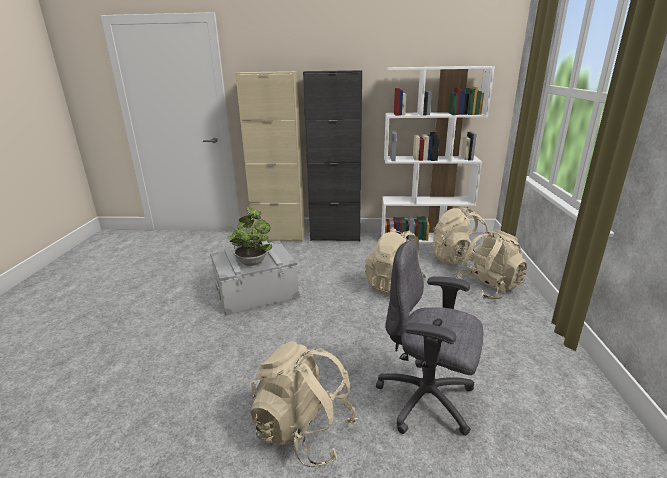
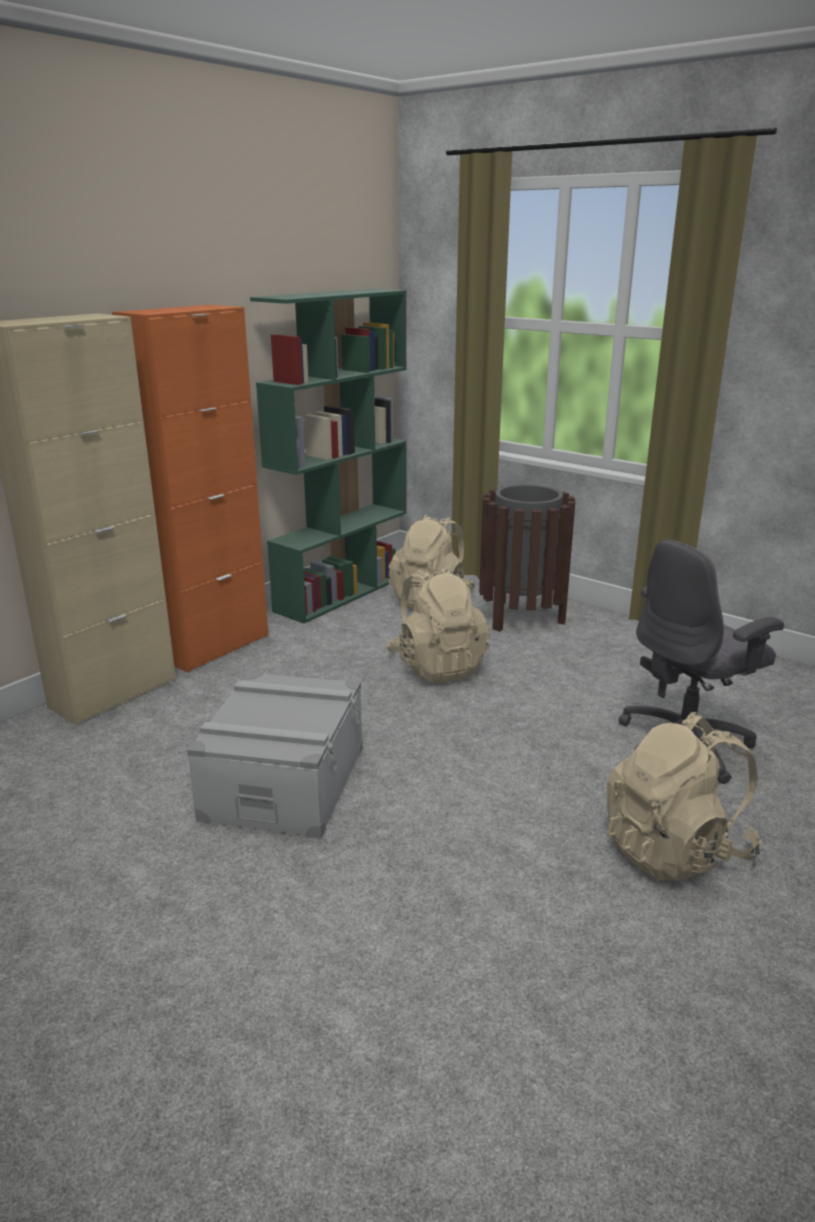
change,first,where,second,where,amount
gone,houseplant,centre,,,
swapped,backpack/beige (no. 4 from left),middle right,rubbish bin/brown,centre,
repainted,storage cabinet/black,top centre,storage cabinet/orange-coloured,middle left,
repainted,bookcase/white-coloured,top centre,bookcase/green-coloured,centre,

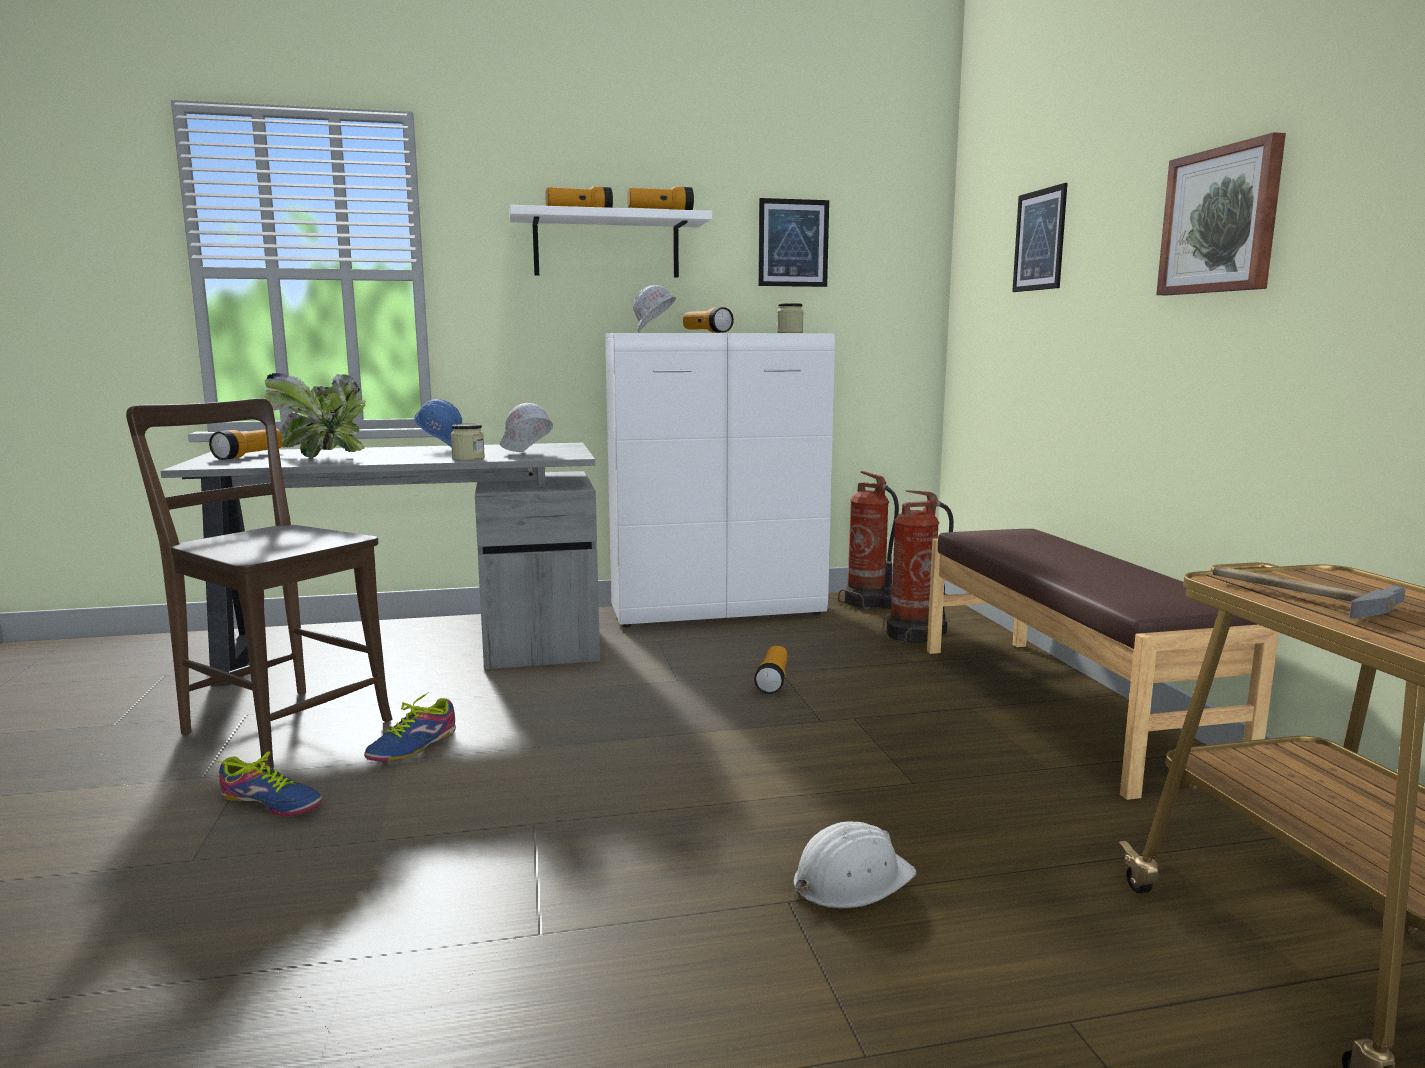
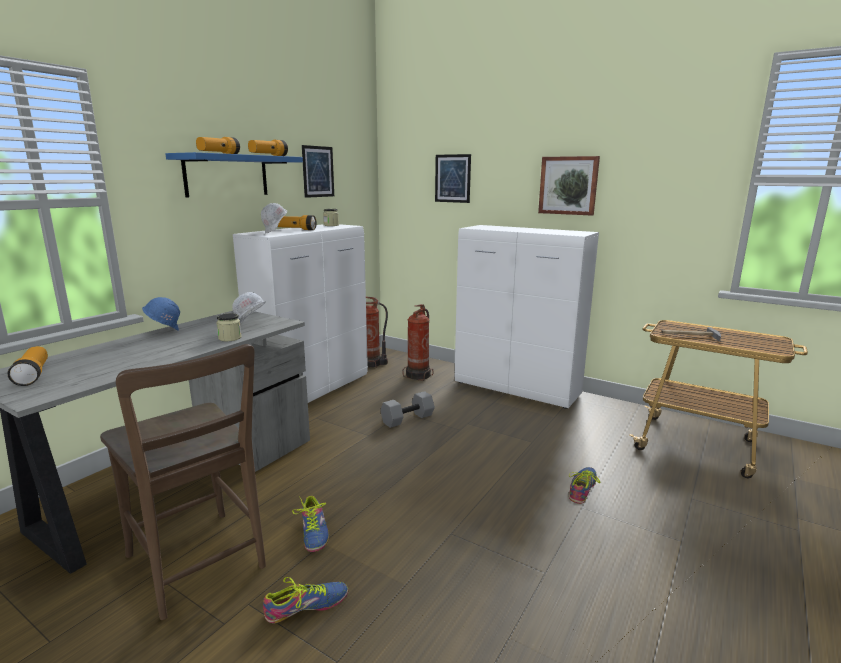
change,first,where,second,where,amount
gone,houseplant,middle left,,,
swapped,hand torch (no. 5 from left),centre,free weight/grey,centre,
swapped,work helmet/white-coloured (no. 3 from left),bottom centre,item of footwear (no. 3 from left),bottom right,
swapped,indoor bench/brown,middle right,storage cabinet/white-coloured (no. 2 from left),centre,
repainted,wall shelf/white-coloured,top centre,wall shelf/bluish,top left,
rotated,chair/brown,middle left,,bottom left,120 degrees counterclockwise

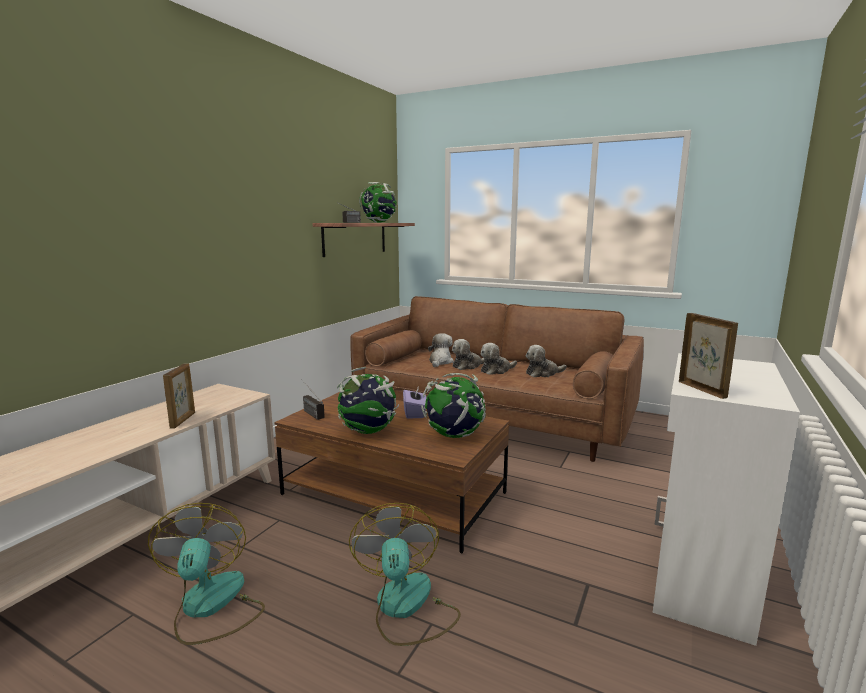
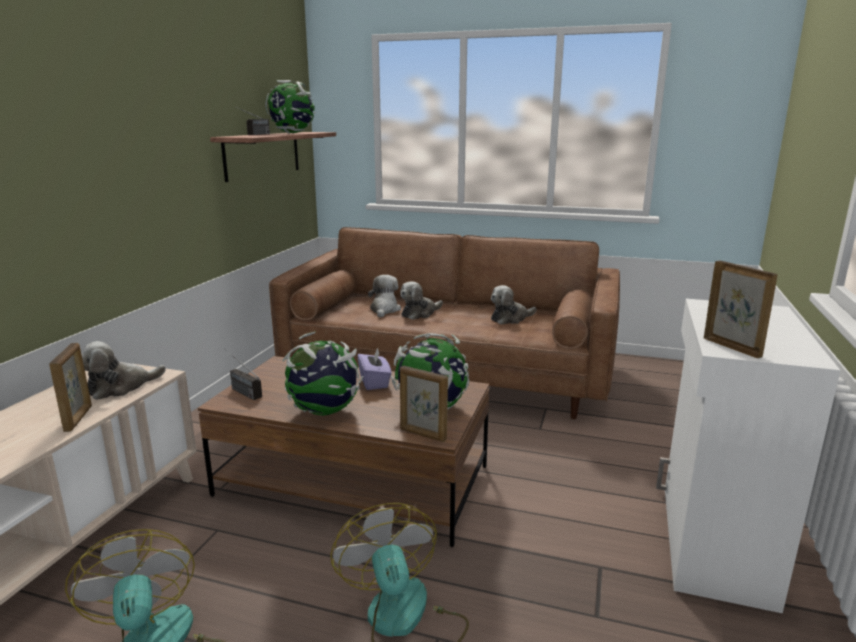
change,first,where,second,where,amount
new,,,picture frame (no. 2 from left),centre,
shifted,plush toy (no. 3 from left in the first image),centre,plush toy (no. 1 from left),middle left,

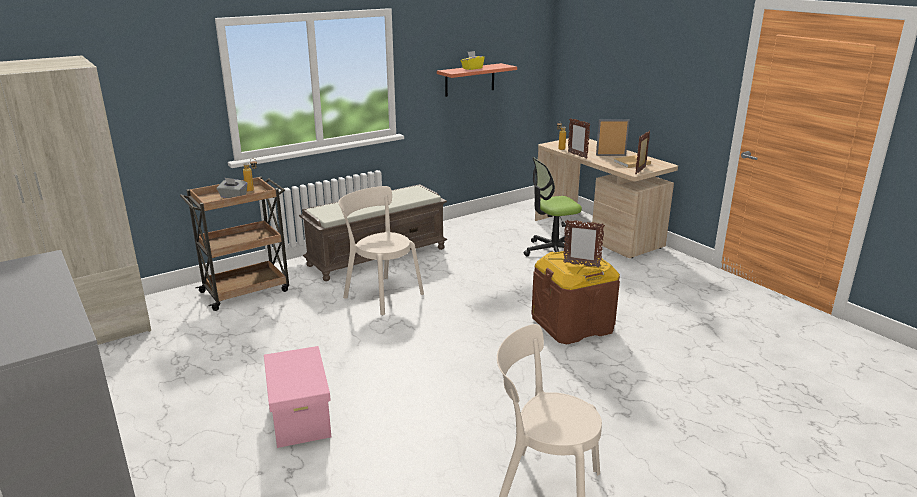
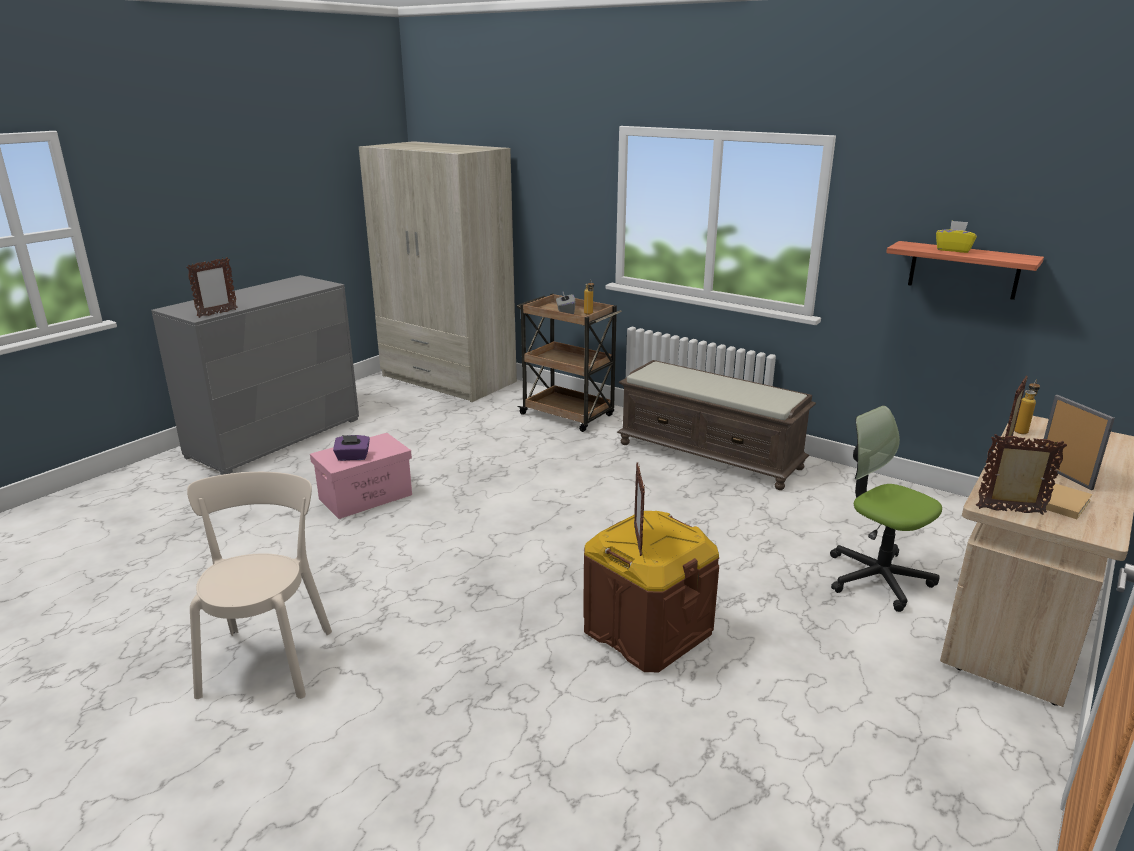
change,first,where,second,where,amount
gone,chair/beige (no. 1 from left),centre,,,
new,,,picture frame (no. 1 from left),middle left,
new,,,box of tissues/purple-coloured,middle left,

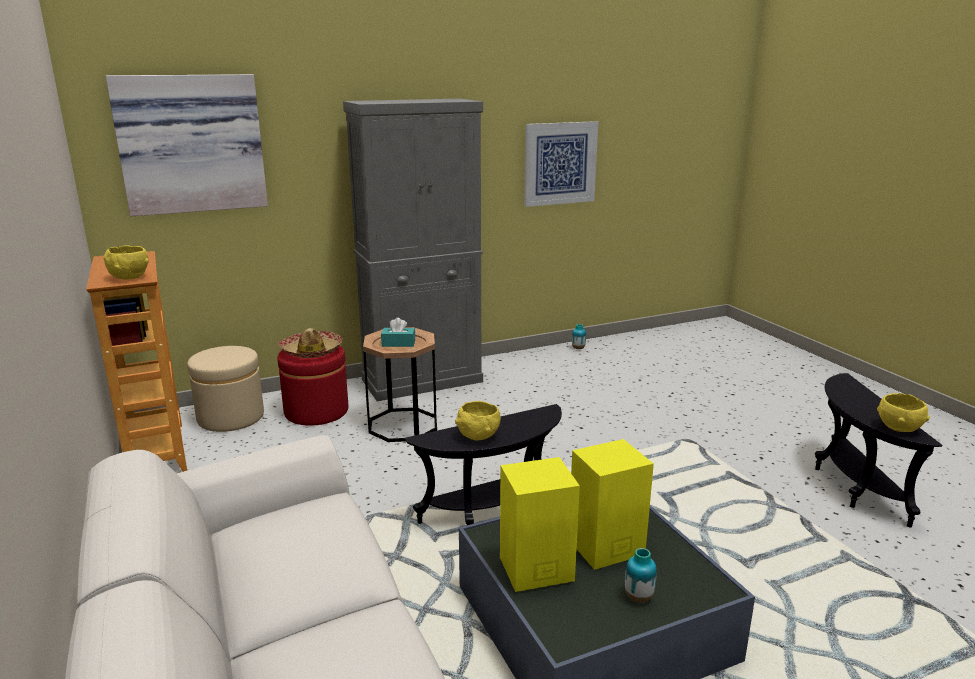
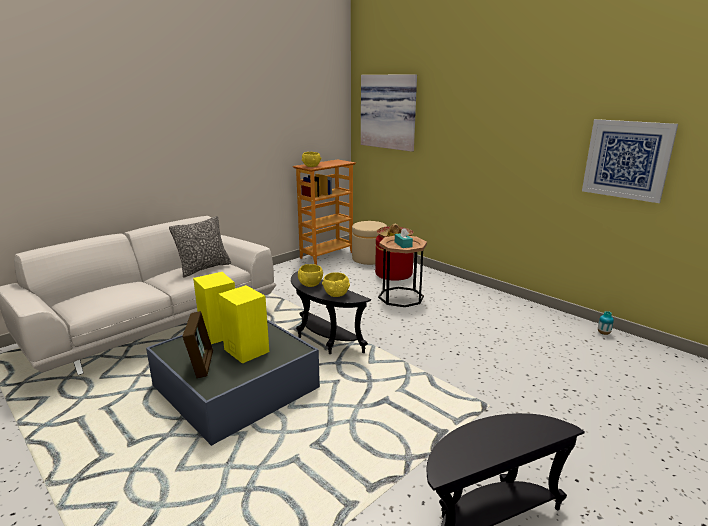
change,first,where,second,where,amount
gone,storage cabinet/grey,centre,,,
new,,,pillow,middle left,
shifted,bowl/yellow-coloured (no. 3 from left),middle right,,centre,
swapped,decorative vase (no. 2 from left),bottom centre,picture frame,middle left,

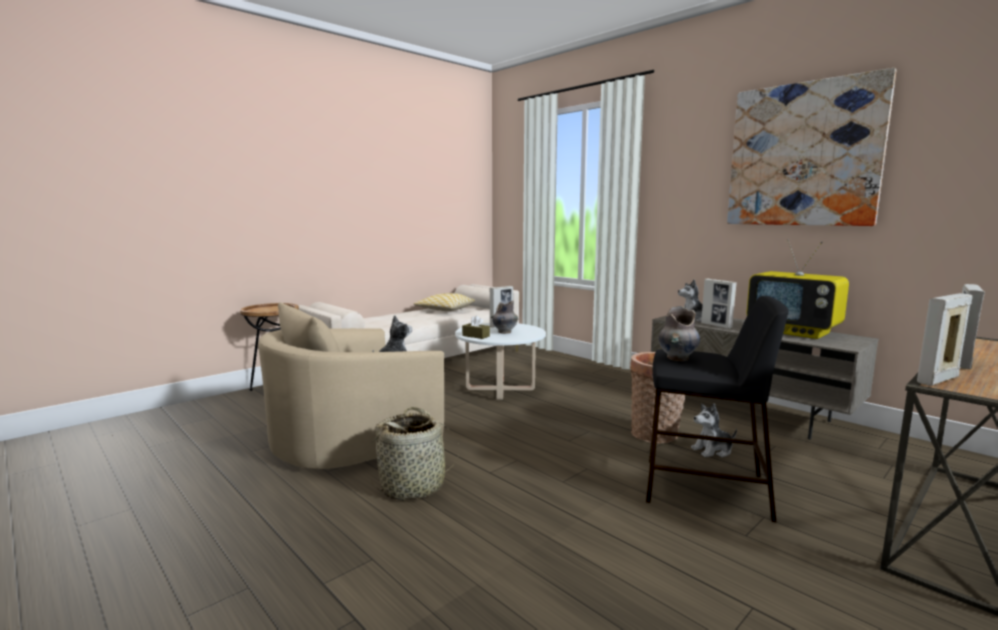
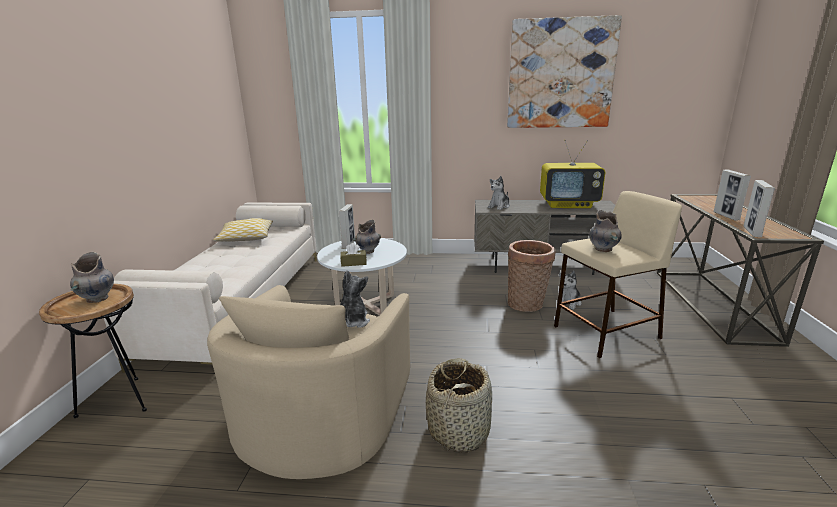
change,first,where,second,where,amount
gone,picture frame (no. 2 from left),middle right,,,
new,,,decorative vase/grey (no. 1 from left),middle left,
repainted,stool/black,middle right,stool/beige,middle right,

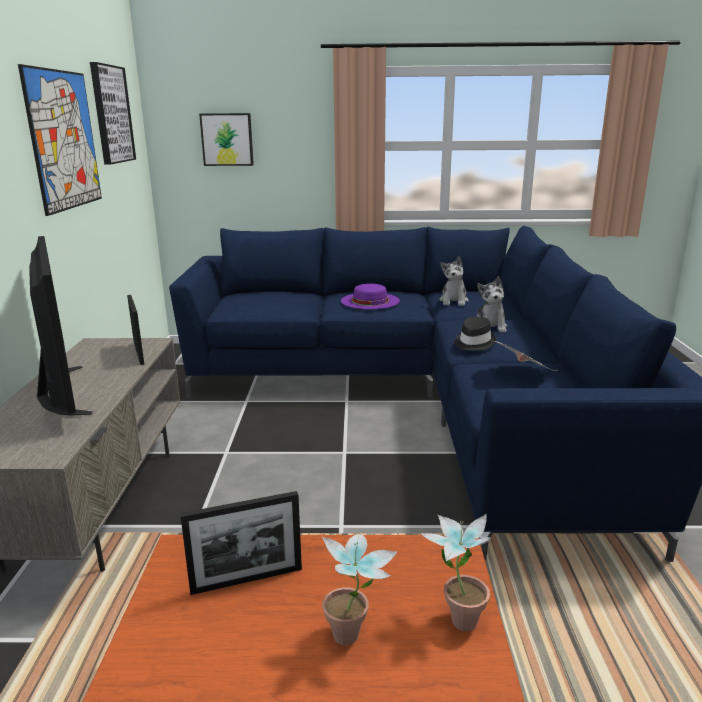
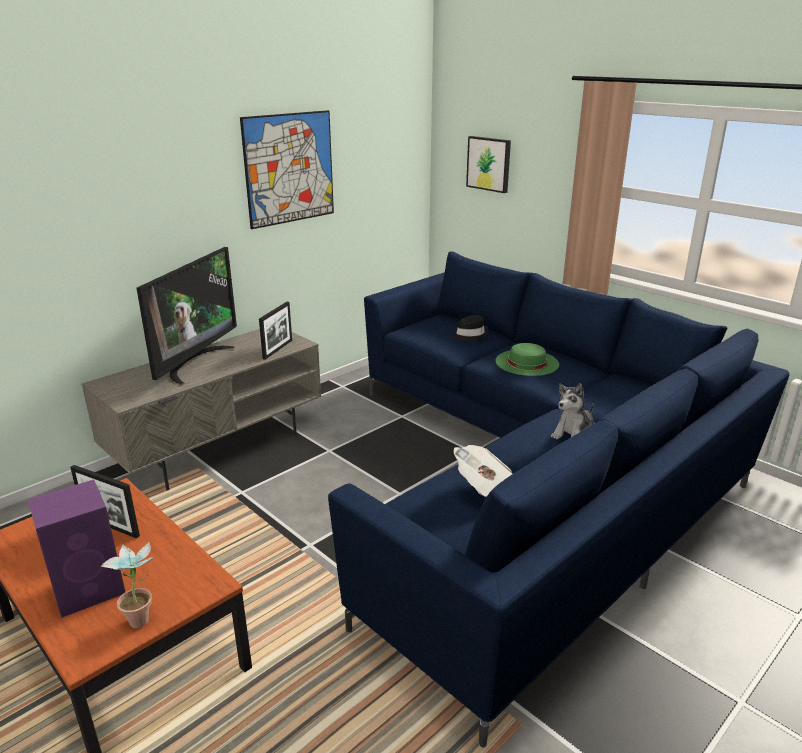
change,first,where,second,where,amount
gone,wall picture (no. 2 from left),top left,,,
gone,plush toy (no. 1 from left),centre,,,
shifted,wearable hat/black,middle right,,centre,
swapped,houseplant (no. 1 from left),bottom centre,audio speaker/purple-coloured,bottom left,
repainted,wearable hat/purple-coloured,centre,wearable hat/green-coloured,centre,

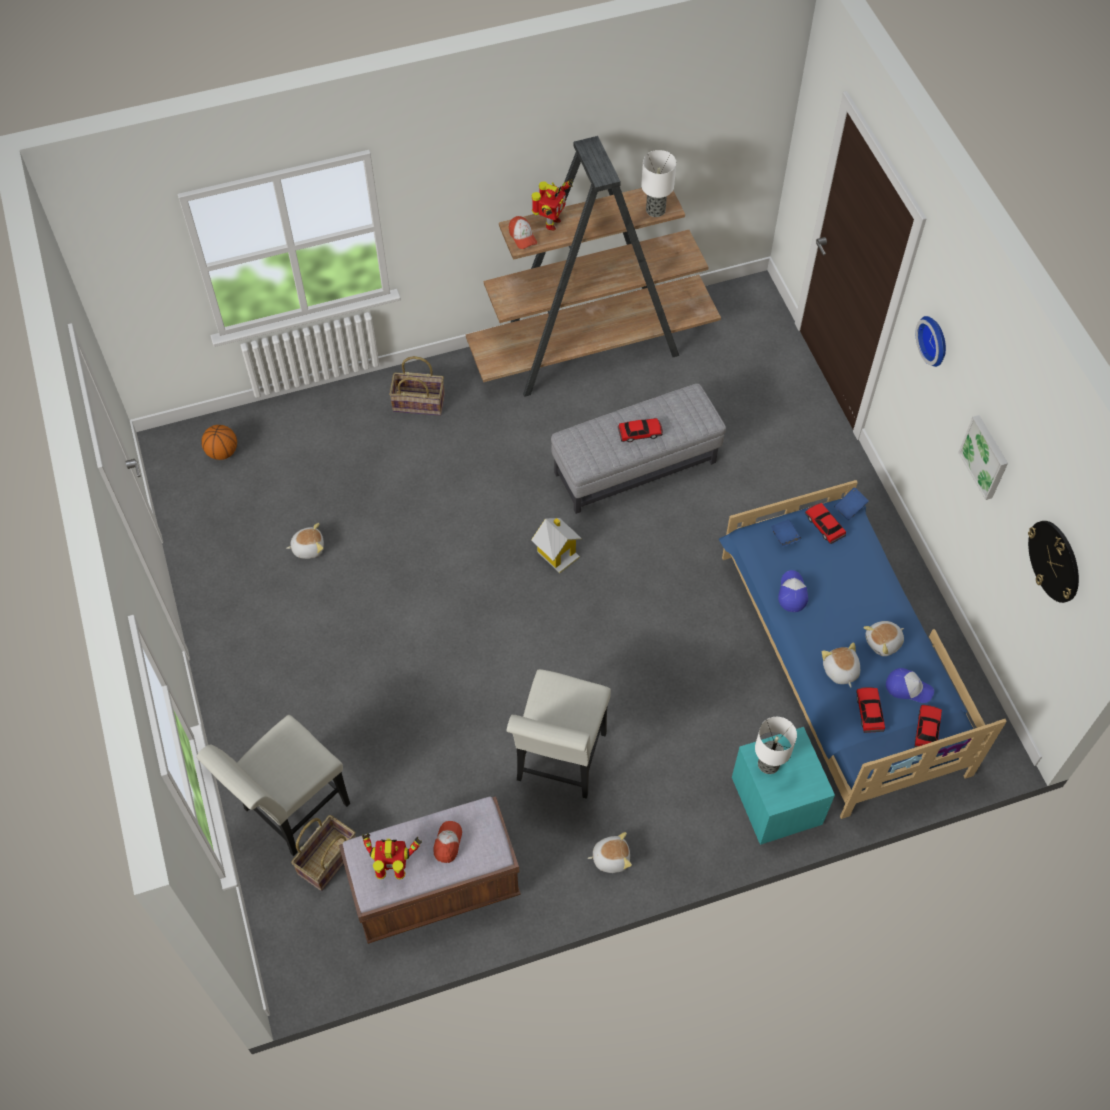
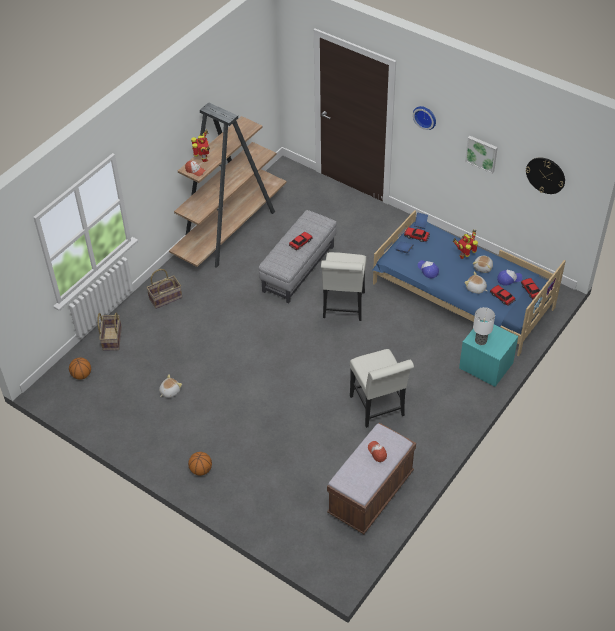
change,first,where,second,where,amount
gone,model house,centre,,,
gone,plush toy (no. 2 from left),bottom centre,,,
gone,tabletop lamp (no. 1 from left),top centre,,,
new,,,basketball ball (no. 2 from left),bottom left,
shifted,chair/white-coloured (no. 1 from left),bottom left,,centre,
shifted,household basket (no. 1 from left),bottom left,,middle left,
shifted,model robot (no. 1 from left in the first image),bottom centre,model robot (no. 2 from left),middle right,

